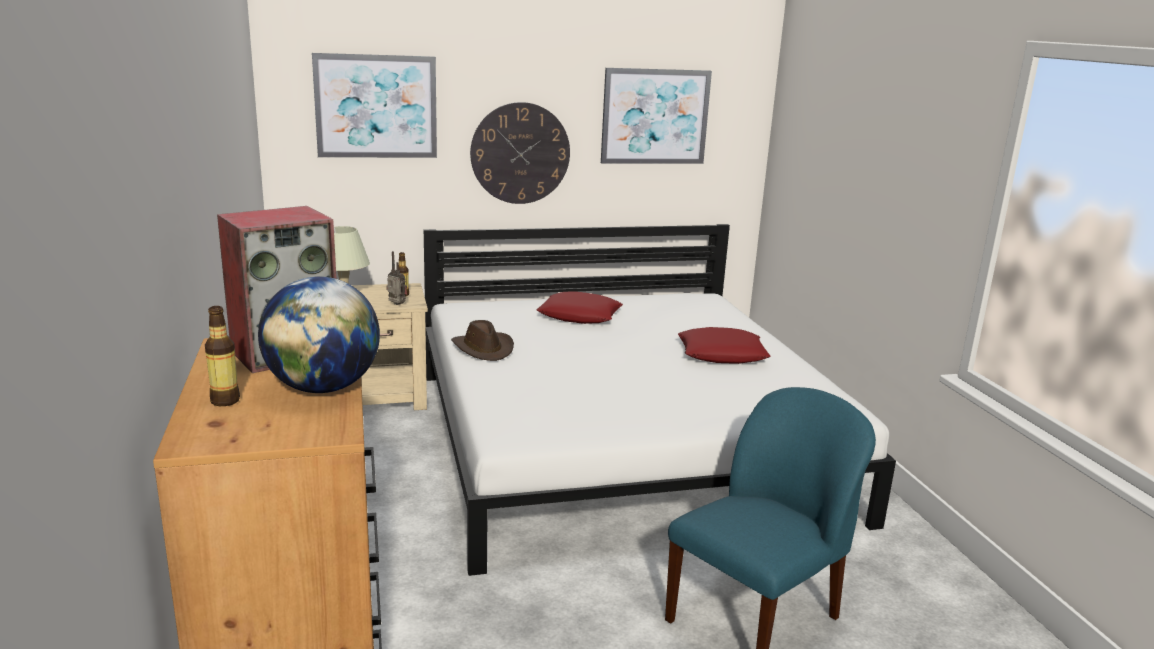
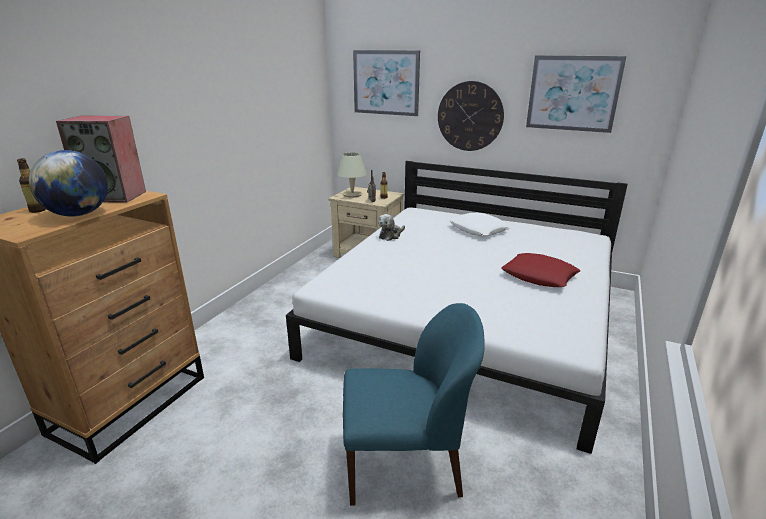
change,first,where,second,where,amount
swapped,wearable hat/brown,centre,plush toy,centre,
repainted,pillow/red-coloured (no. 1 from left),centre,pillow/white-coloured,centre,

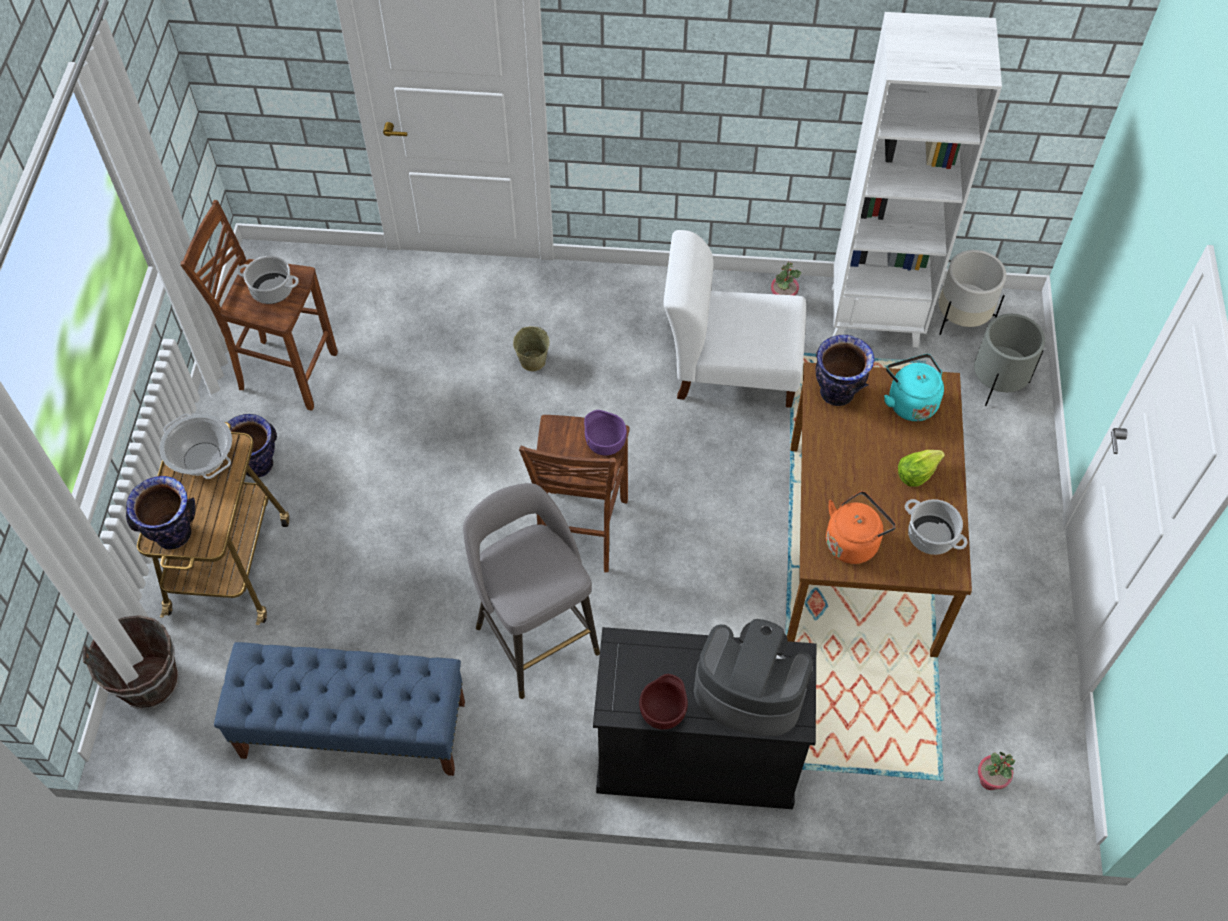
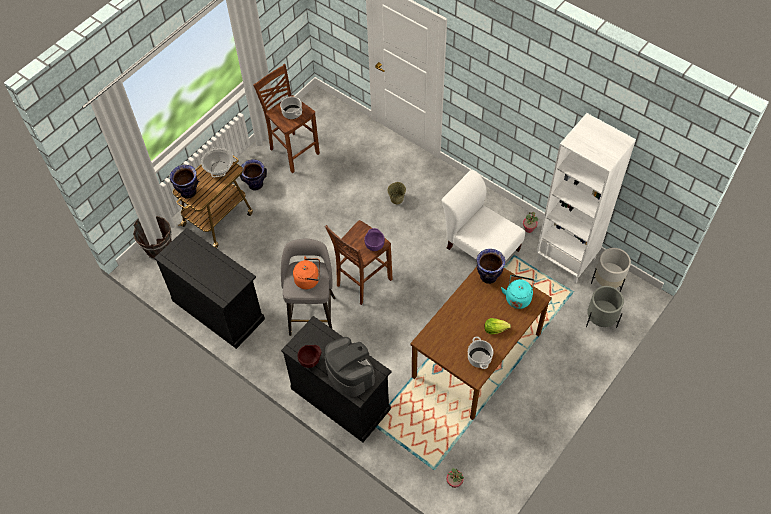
change,first,where,second,where,amount
shifted,tea kettle/orange-coloured,middle right,,centre,
swapped,indoor bench/bluish,bottom left,storage cabinet/black (no. 1 from left),middle left,

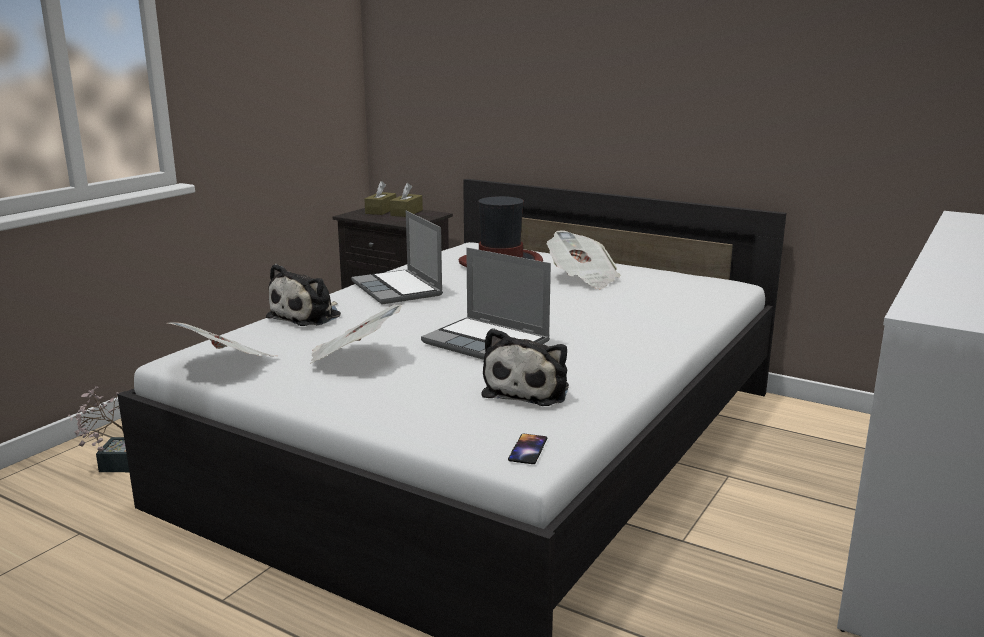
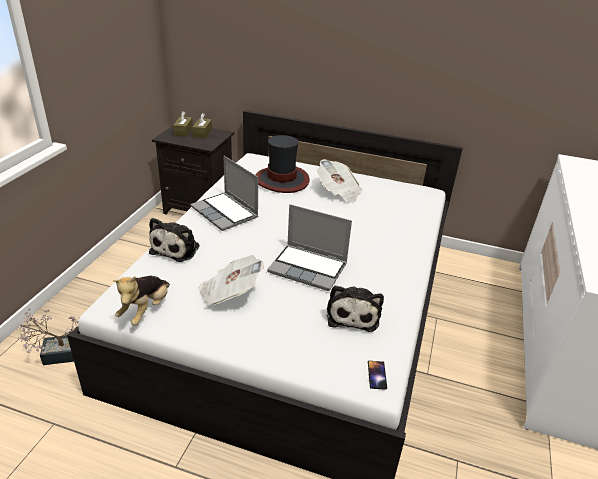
change,first,where,second,where,amount
swapped,newspaper (no. 1 from left),middle left,plush toy (no. 1 from left),middle left,

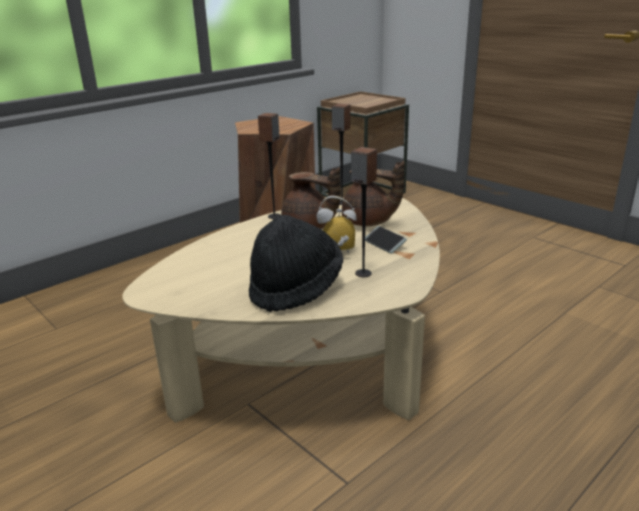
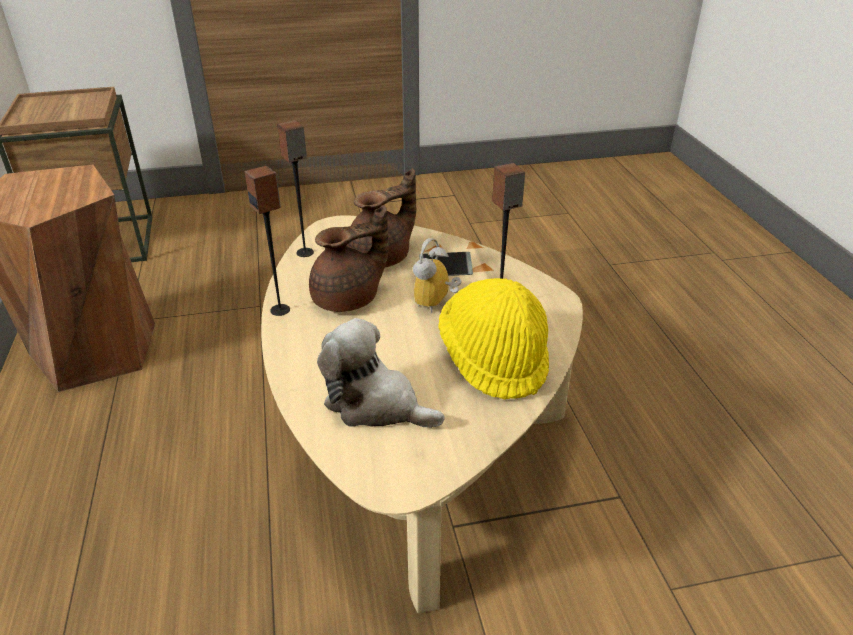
change,first,where,second,where,amount
new,,,plush toy,centre,
repainted,wearable hat/black,centre,wearable hat/yellow-coloured,centre,

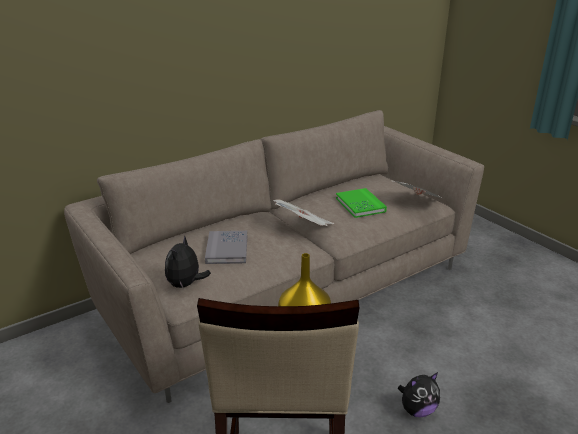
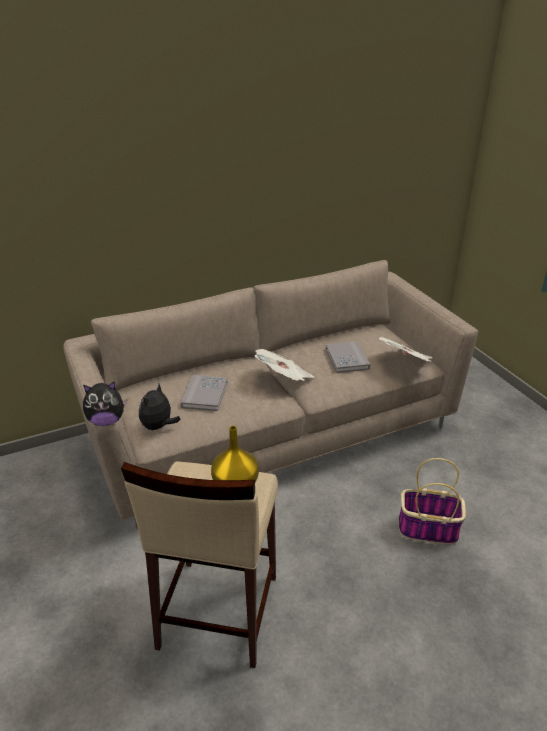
change,first,where,second,where,amount
new,,,household basket,bottom right,
shifted,plush toy (no. 2 from left in the first image),bottom right,plush toy (no. 1 from left),middle left,
repainted,bound book/green-coloured,centre,bound book/grey (no. 2 from left),centre,

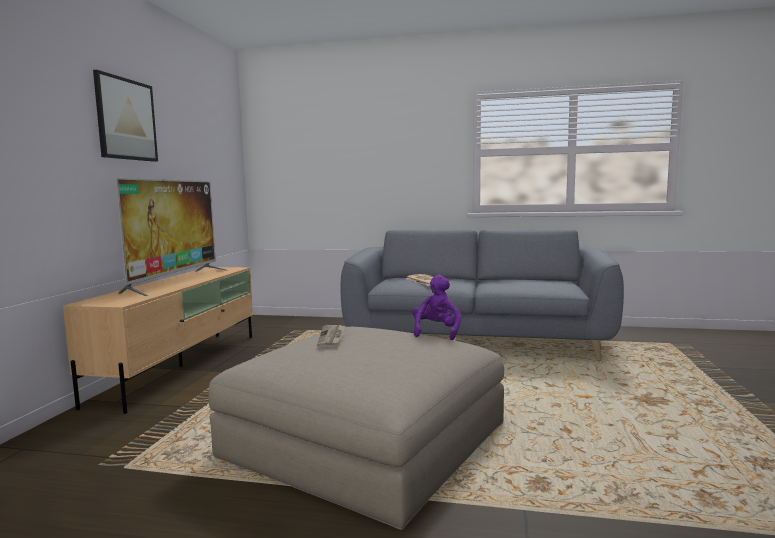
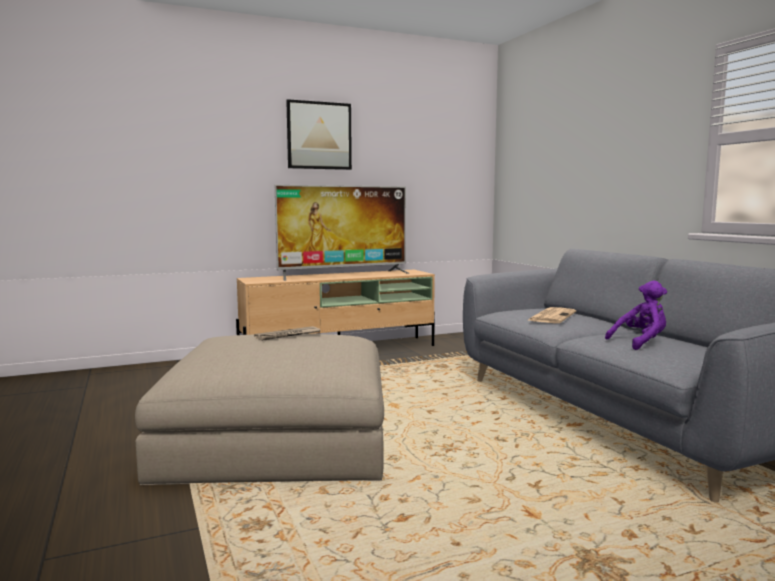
change,first,where,second,where,amount
shifted,plush toy/purple-coloured,centre,,middle right,

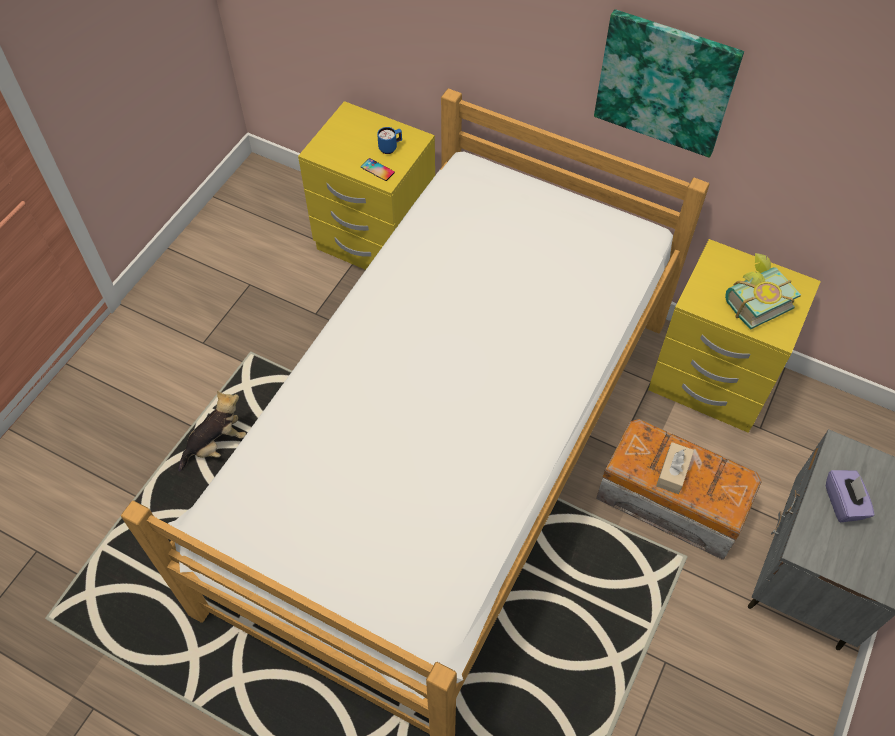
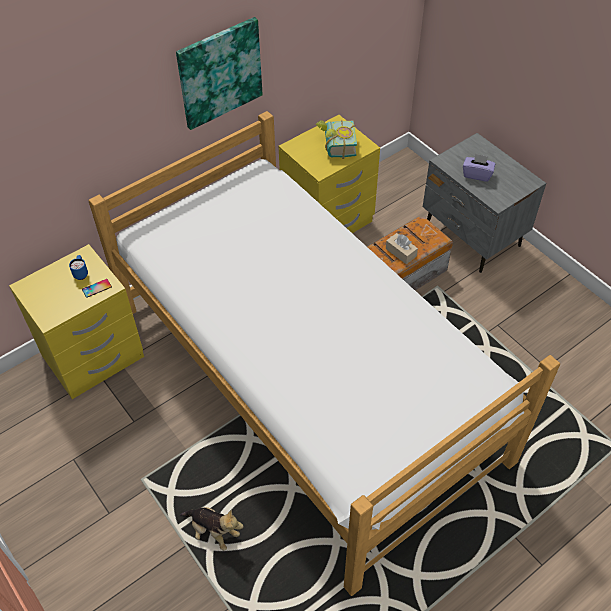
change,first,where,second,where,amount
rotated,plush toy,middle left,,bottom centre,135 degrees clockwise

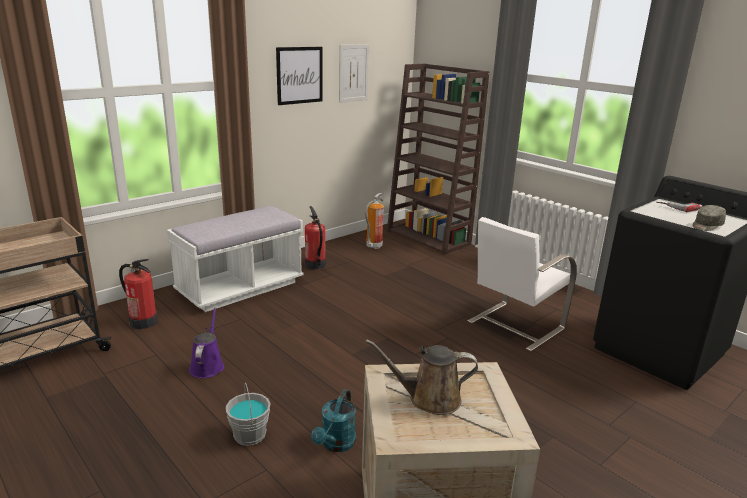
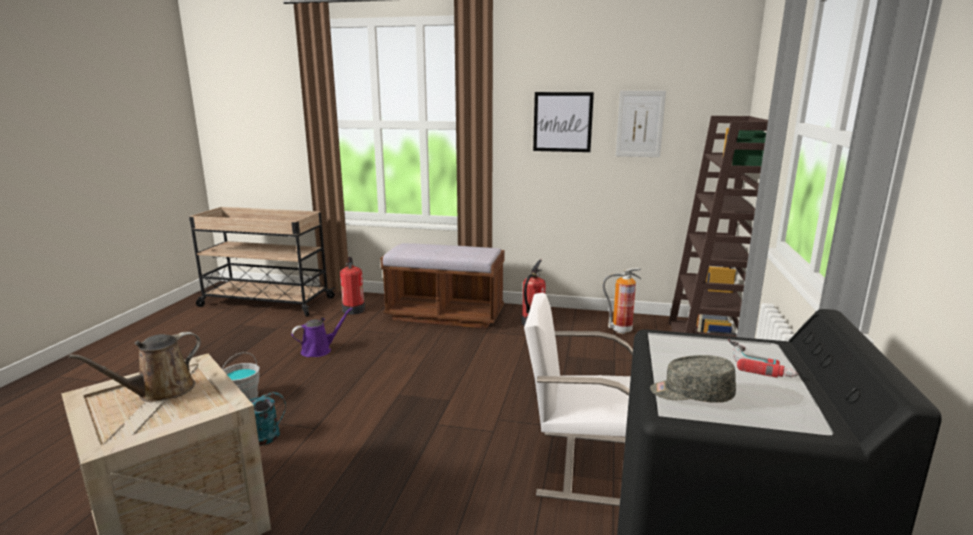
change,first,where,second,where,amount
repainted,indoor bench/white-coloured,middle left,indoor bench/brown,centre,
rotated,watering can/brown,bottom centre,,bottom left,105 degrees counterclockwise

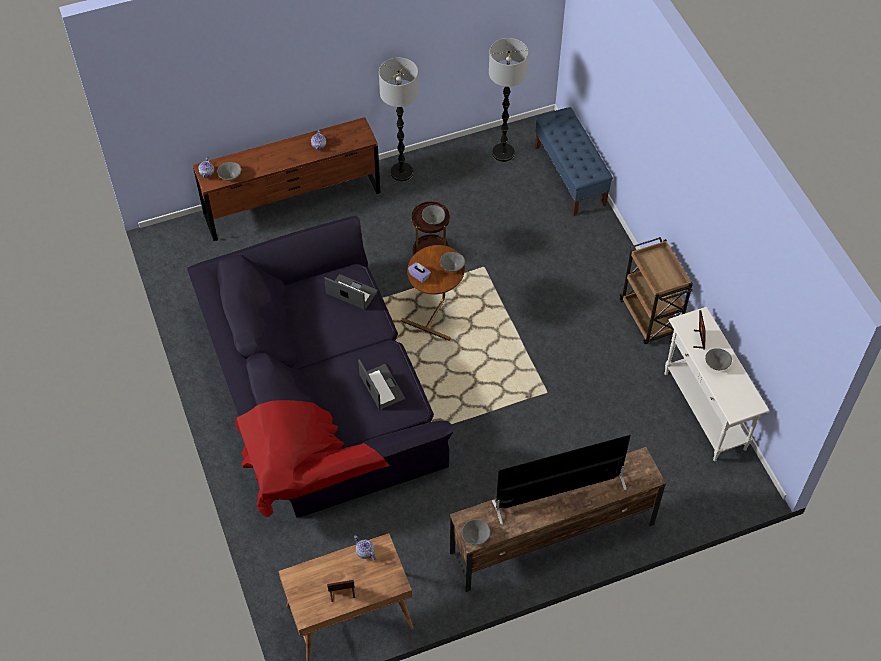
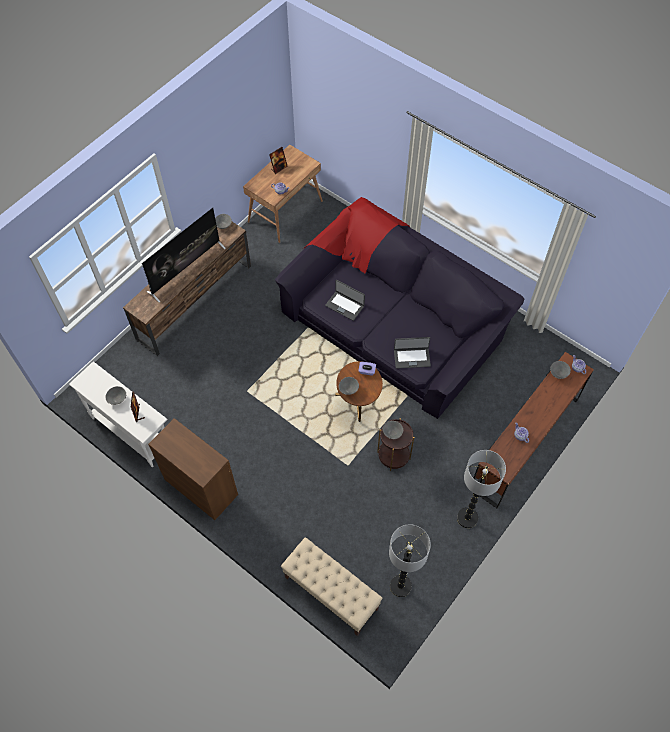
change,first,where,second,where,amount
swapped,wheeled cart/brown,middle right,storage cabinet/brown,middle left,
repainted,indoor bench/bluish,top centre,indoor bench/beige,bottom centre,

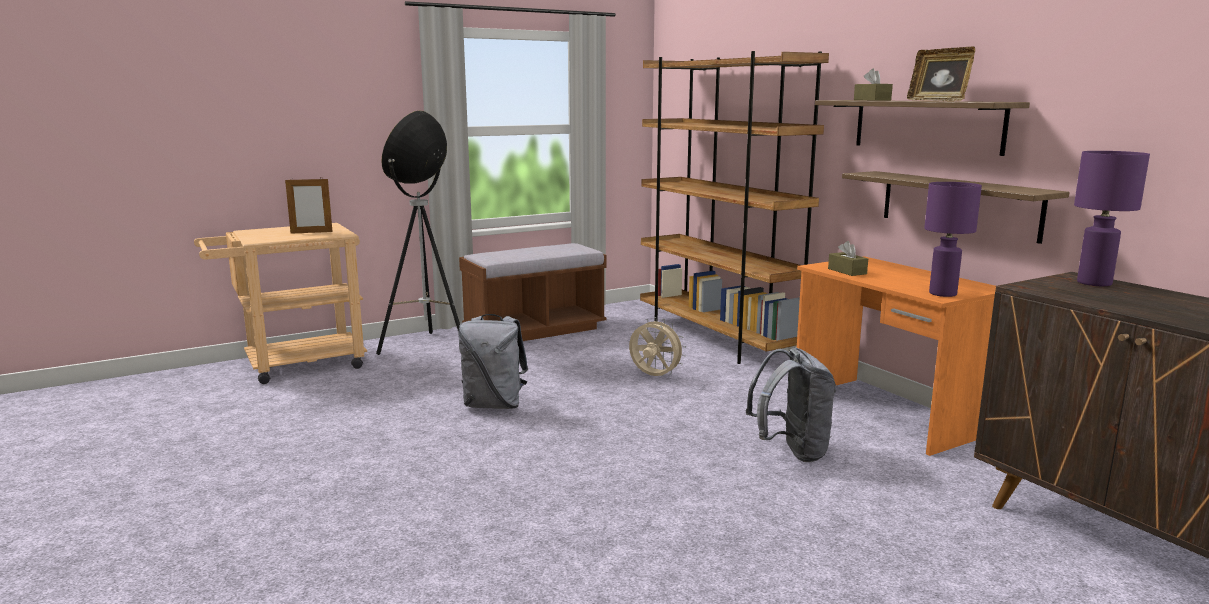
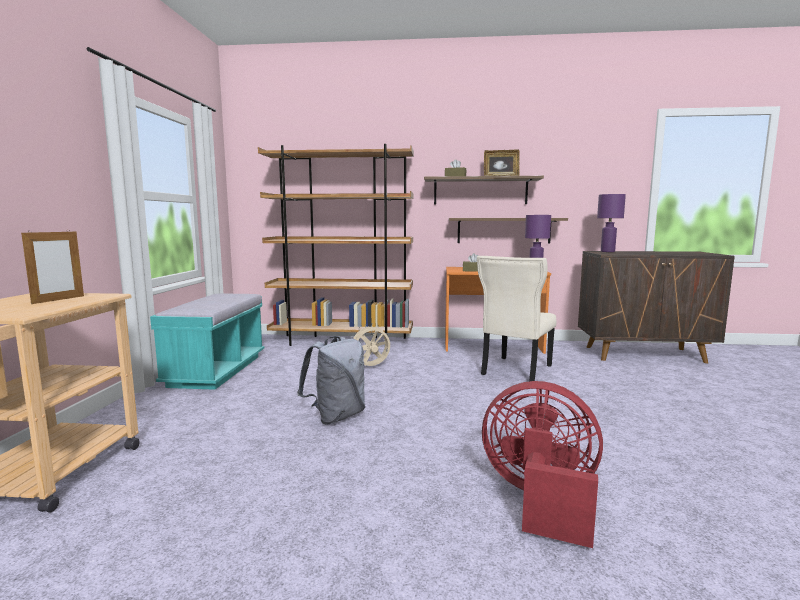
change,first,where,second,where,amount
gone,standing lamp,centre,,,
new,,,cooling fan/red-coloured,bottom right,
swapped,backpack/grey (no. 2 from left),bottom centre,chair/beige,centre,
repainted,indoor bench/brown,centre,indoor bench/blue-green,middle left,

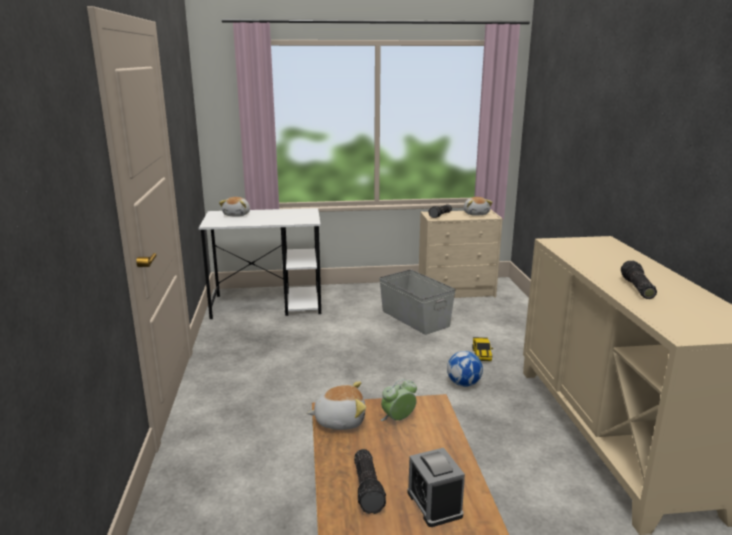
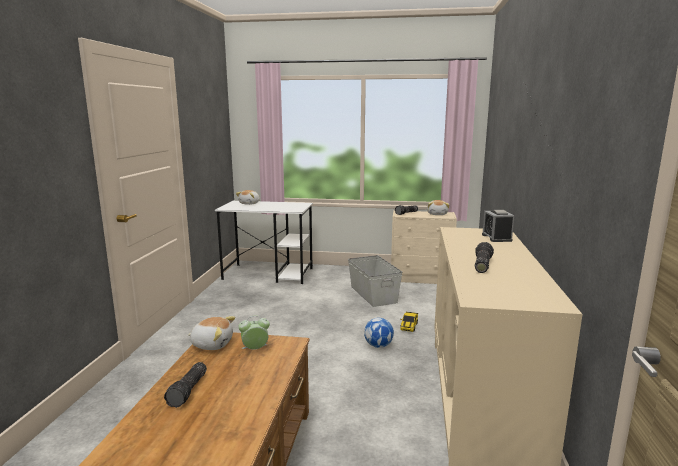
change,first,where,second,where,amount
shifted,alarm clock (no. 2 from left),bottom centre,,middle right,

